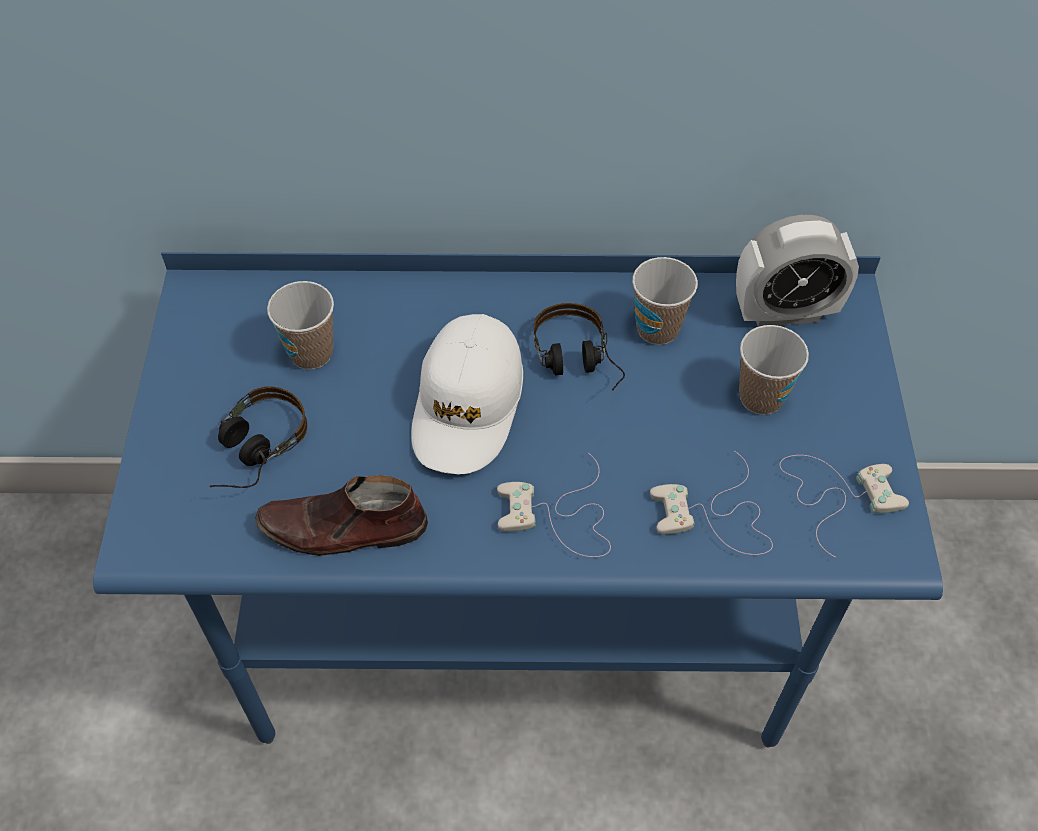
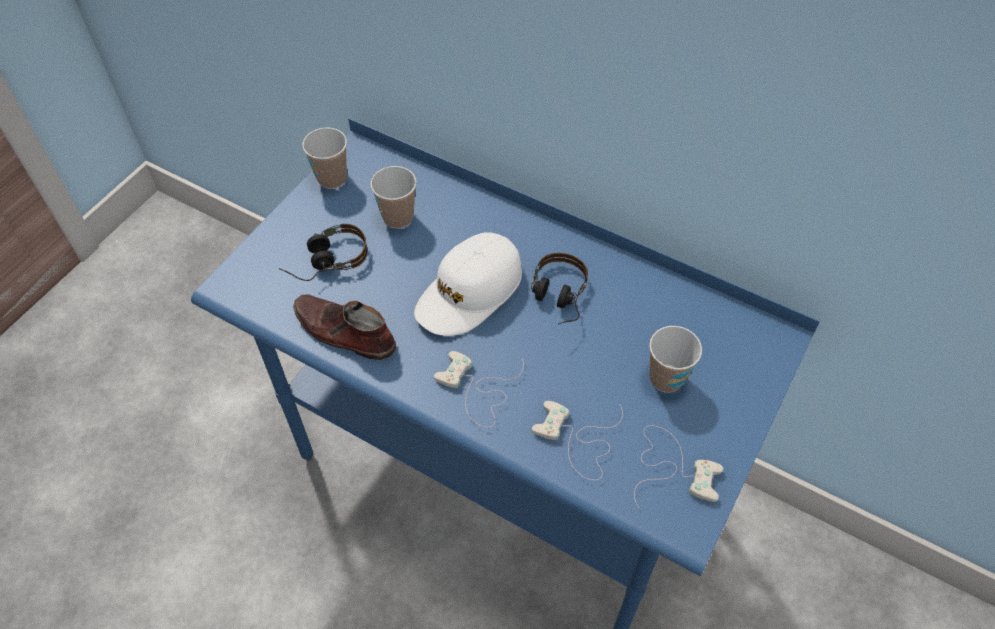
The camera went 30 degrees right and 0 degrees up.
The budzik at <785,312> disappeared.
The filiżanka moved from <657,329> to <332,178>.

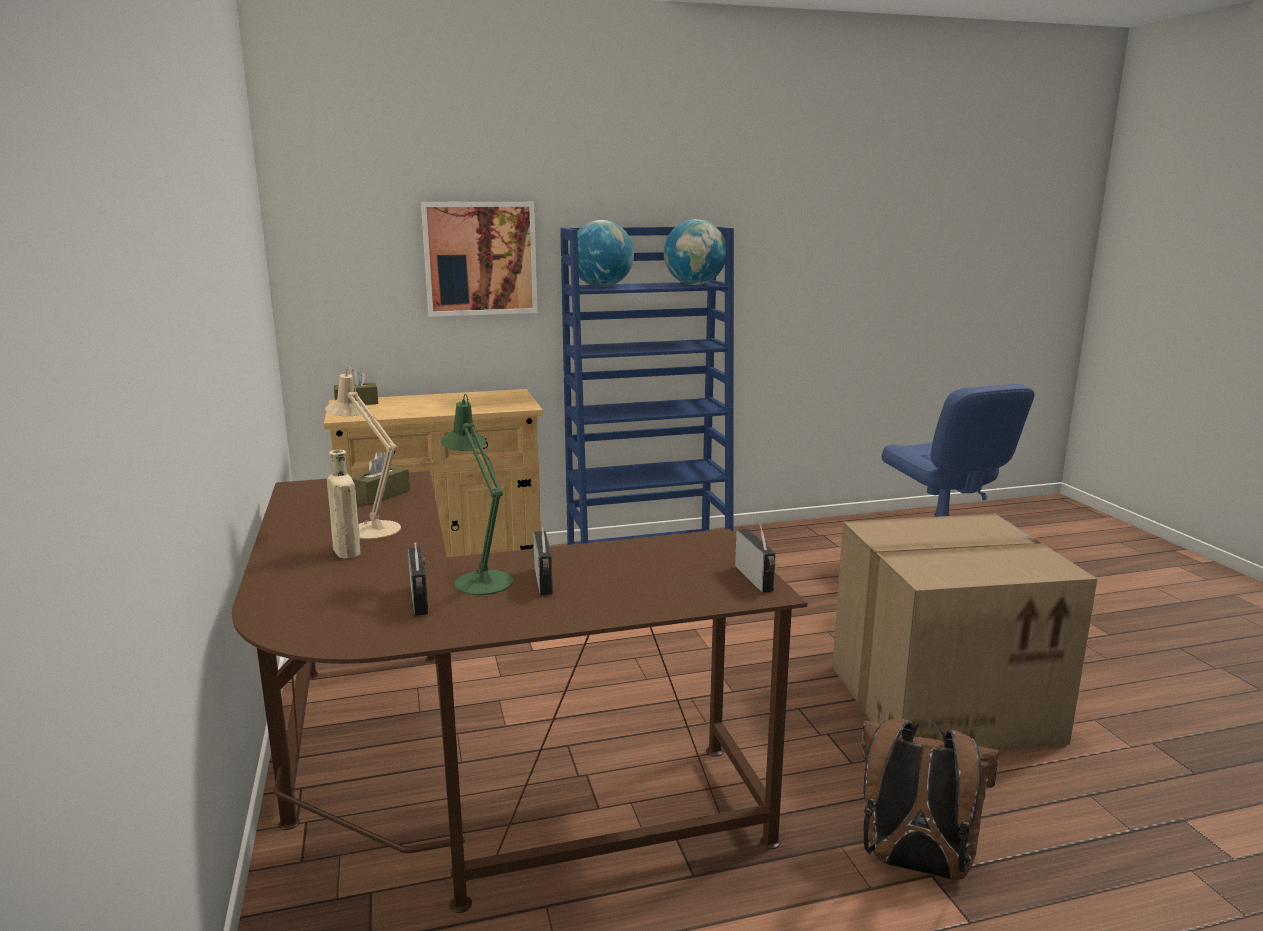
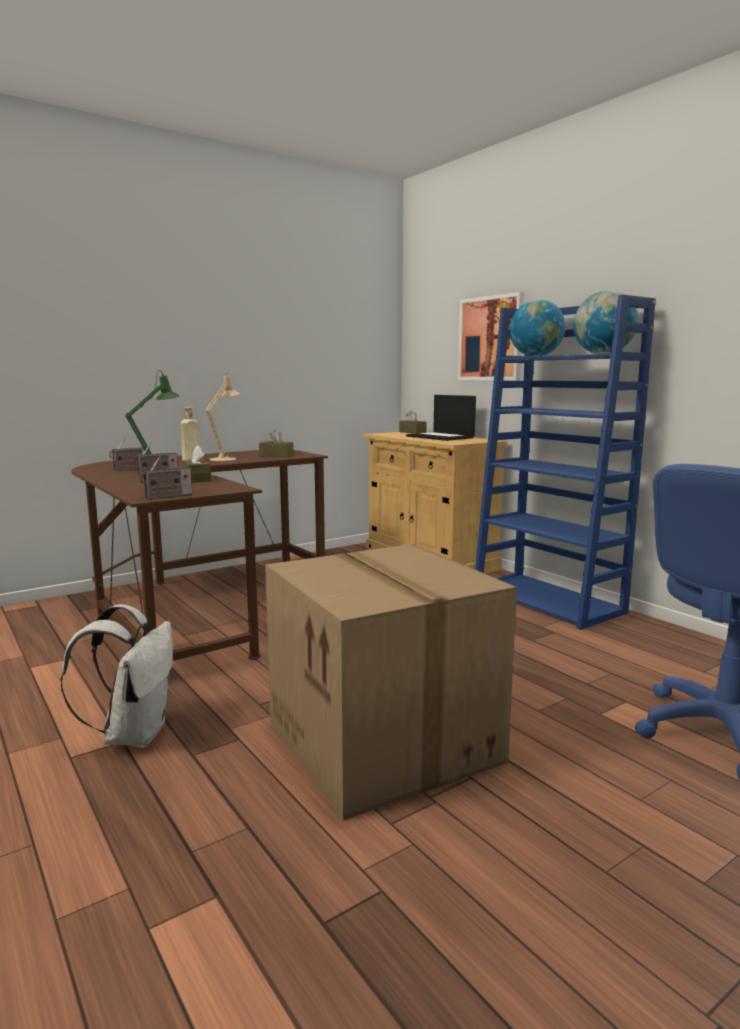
The camera went 70 degrees right and 5 degrees down.
The pudełko chusteczek/brązowy at <197,479> appeared.
The laptop at <441,437> appeared.
The plecak/brązowy at <914,864> became the plecak/biały at <134,734>.

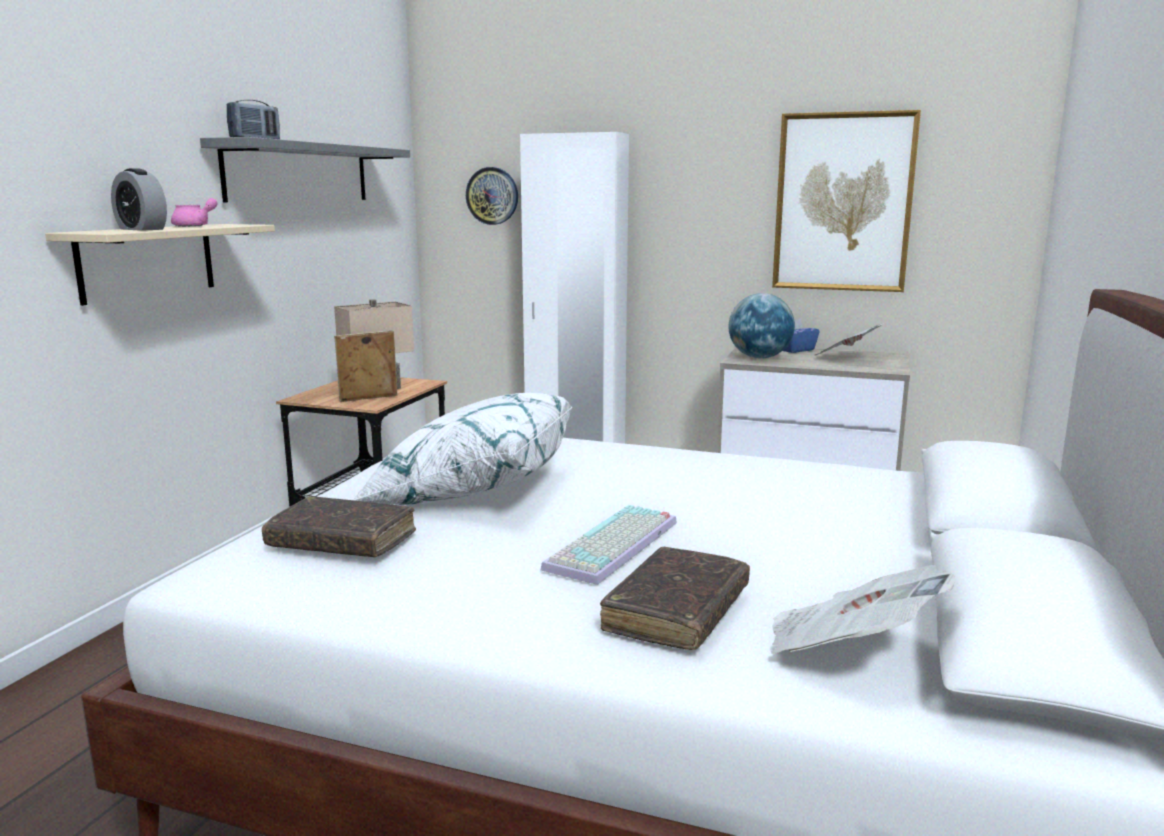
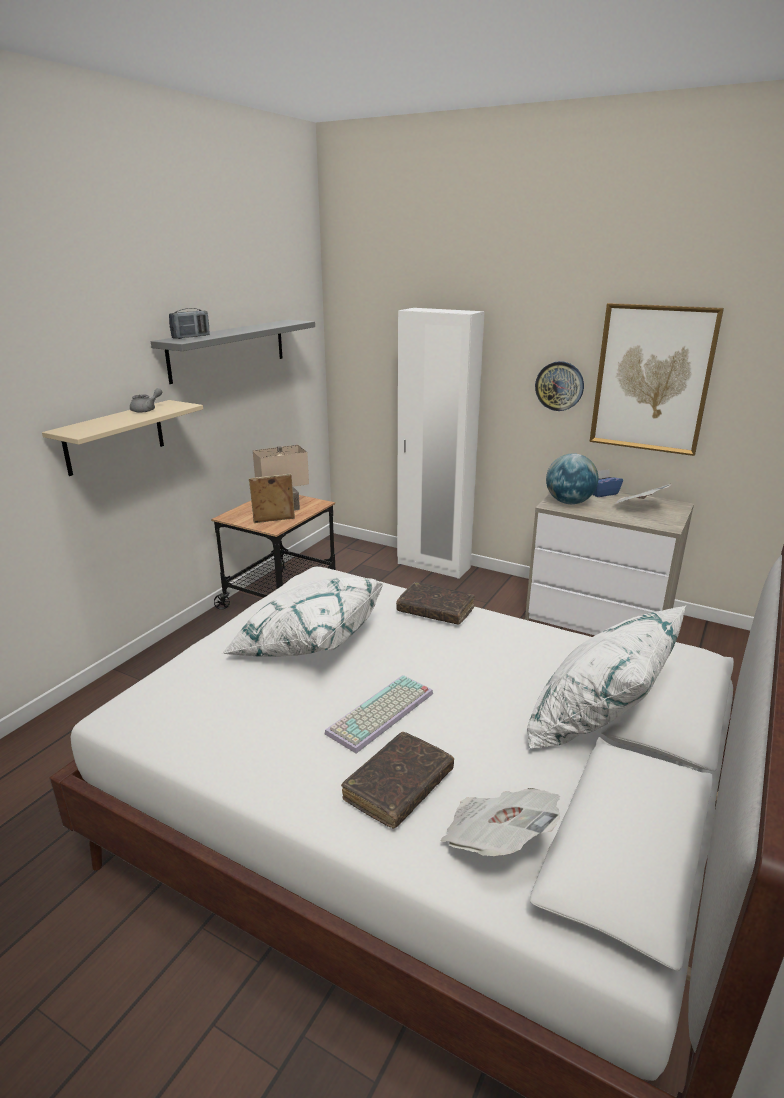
The camera went 10 degrees right and 10 degrees up.
The budzik at <142,229> disappeared.
The poduszka/biały at <596,724> appeared.
The książka/brązowy moved from <342,541> to <435,610>.
The zegar ścienny moved from <492,196> to <559,386>.
The imbryk/różowy at <196,226> became the imbryk/szary at <147,410>.

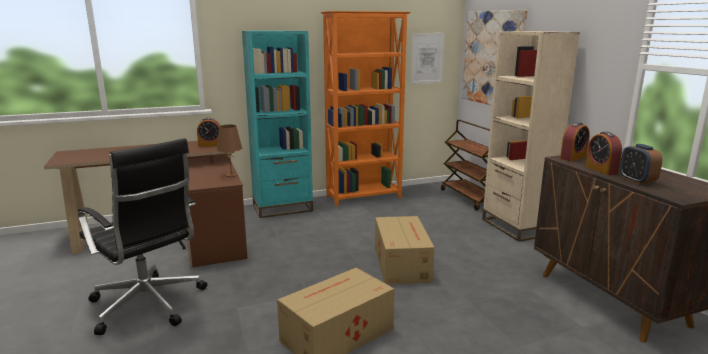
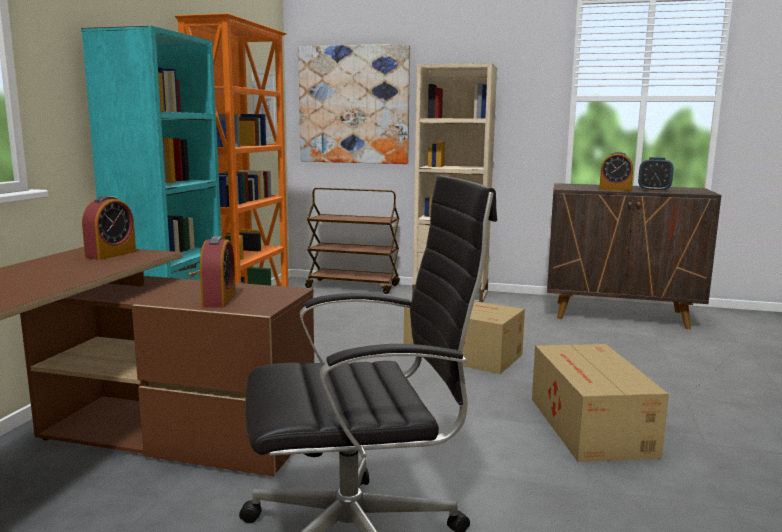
The camera went 55 degrees left and 5 degrees down.
The lampa stołowa/brązowy at <231,175> disappeared.
The budzik moved from <573,157> to <219,300>.

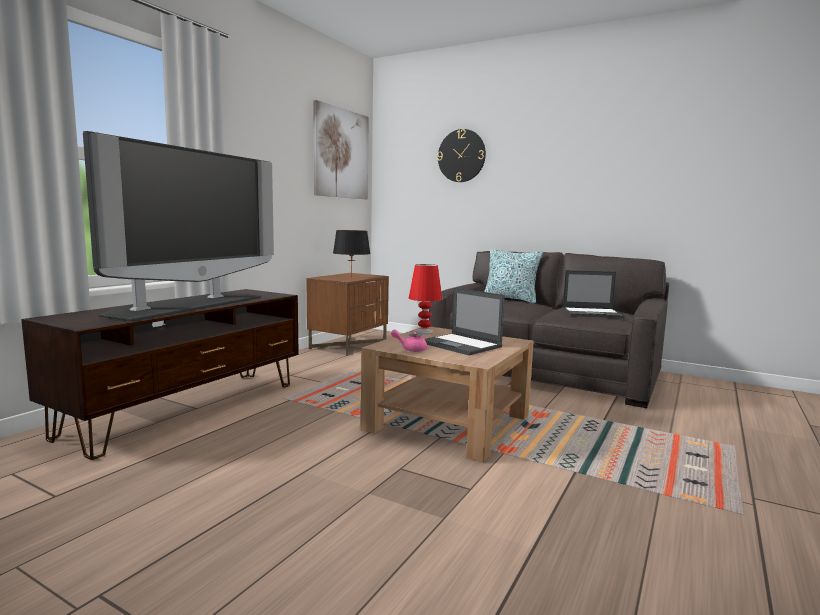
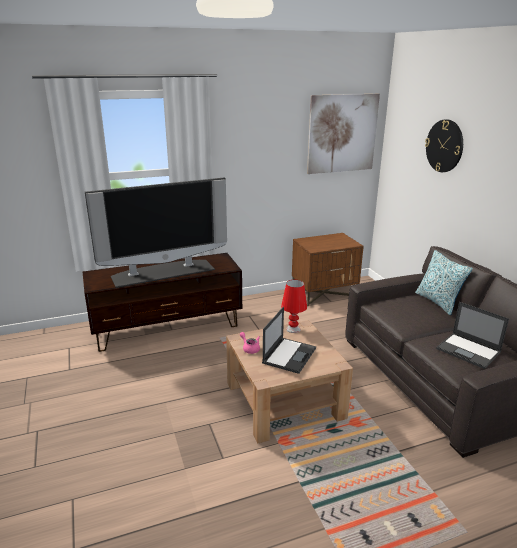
The camera went 40 degrees right and 15 degrees up.
The lampa stołowa/czarny at <351,278> disappeared.
The laptop at <461,345> turned 150 degrees counterclockwise.

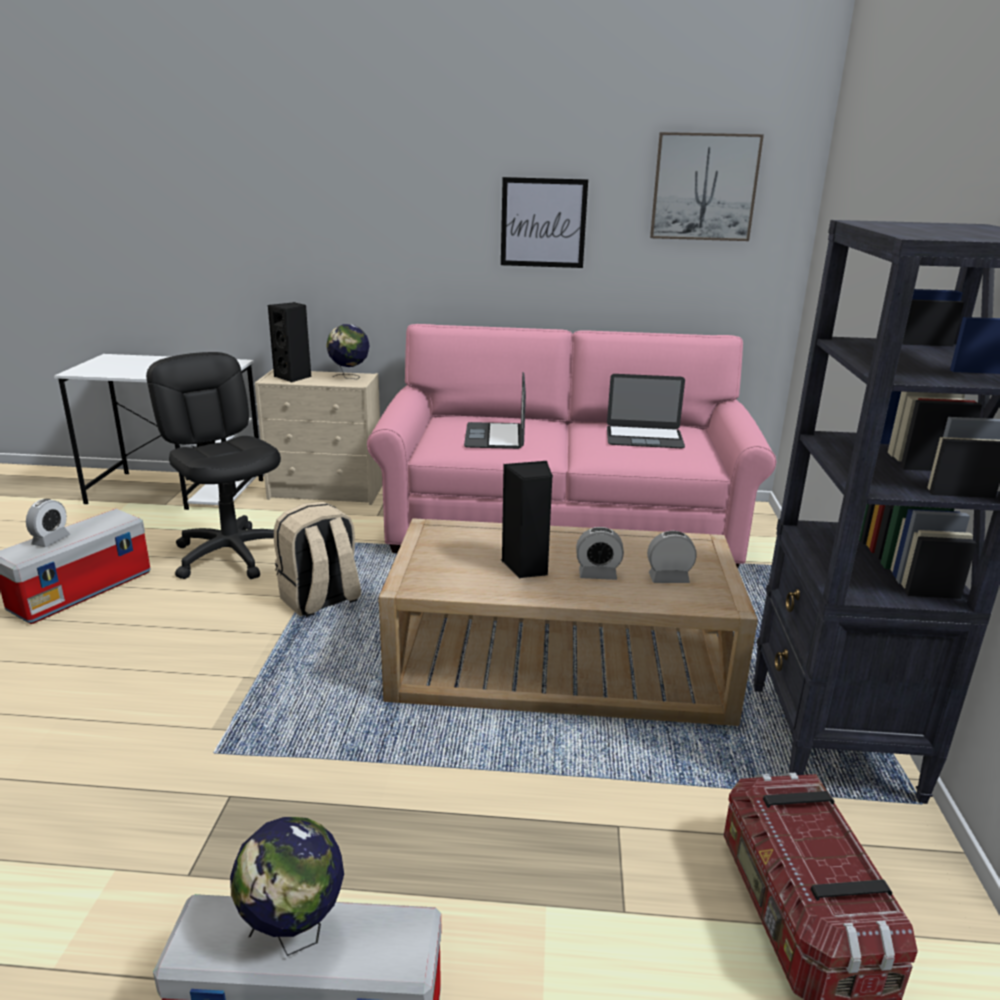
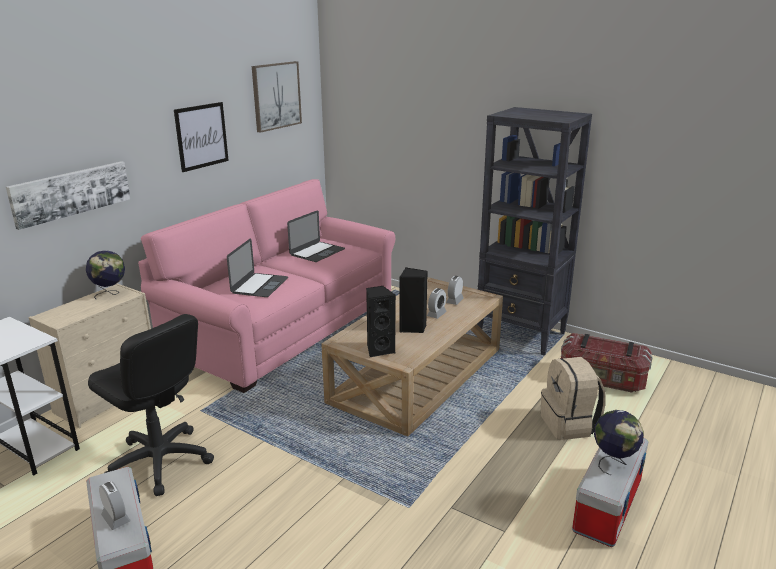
The camera went 60 degrees left and 0 degrees up.
The obraz at <71,193> appeared.
The głośnik/czarny moved from <294,377> to <379,349>.
The plecak/beżowy moved from <320,600> to <569,425>.
The krzesło biurowe/czarny at <232,554> turned 135 degrees counterclockwise.
The laptop at <495,436> turned 105 degrees counterclockwise.

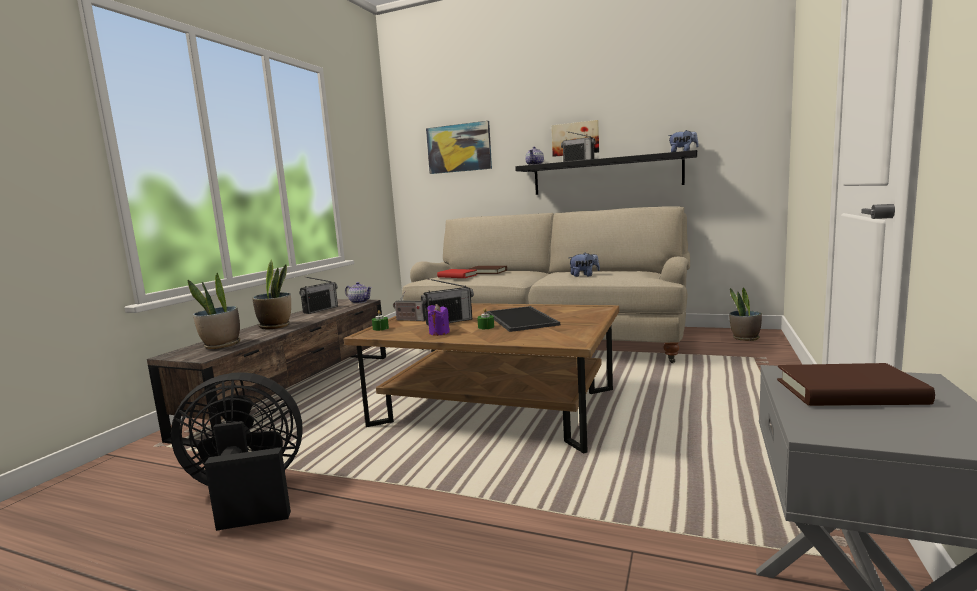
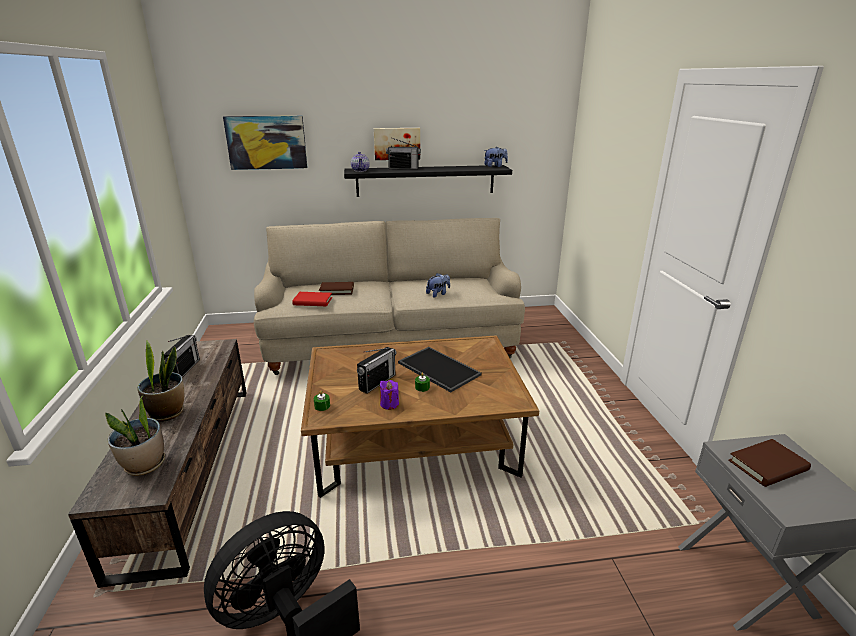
The camera went 30 degrees left and 15 degrees up.
The imbryk at <359,302> disappeared.
The radio at <409,320> disappeared.
The roślina doniczkowa at <745,338> disappeared.

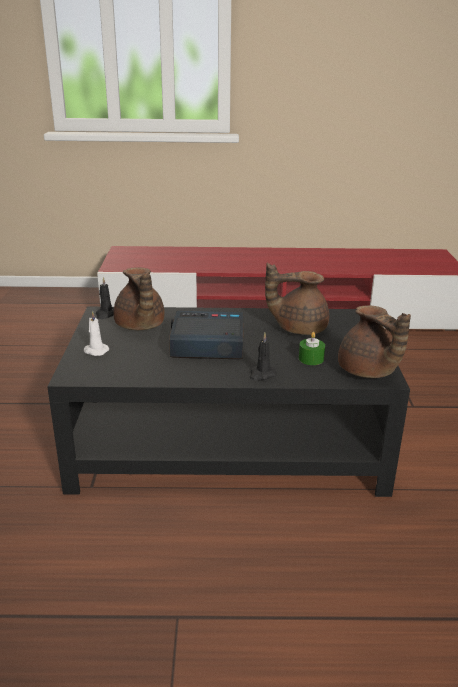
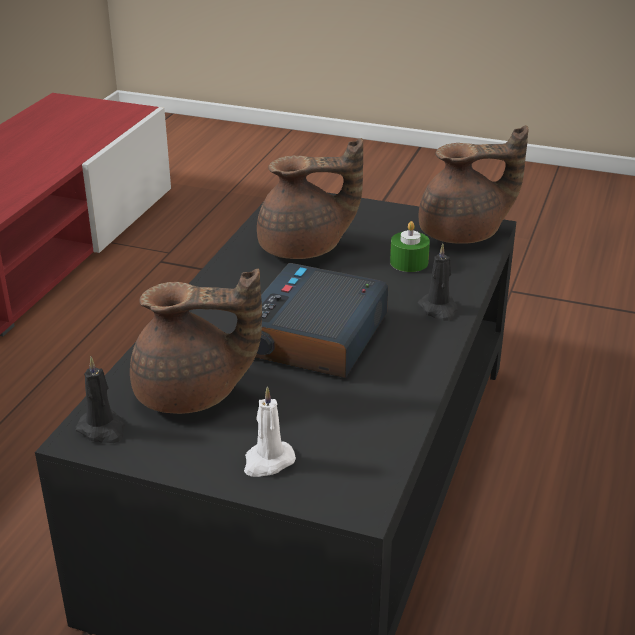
The camera went 70 degrees left and 5 degrees up.
The imbryk/brązowy at <298,328> turned 120 degrees counterclockwise.

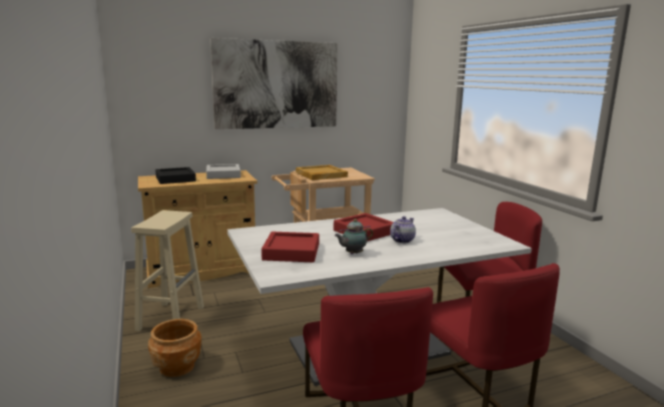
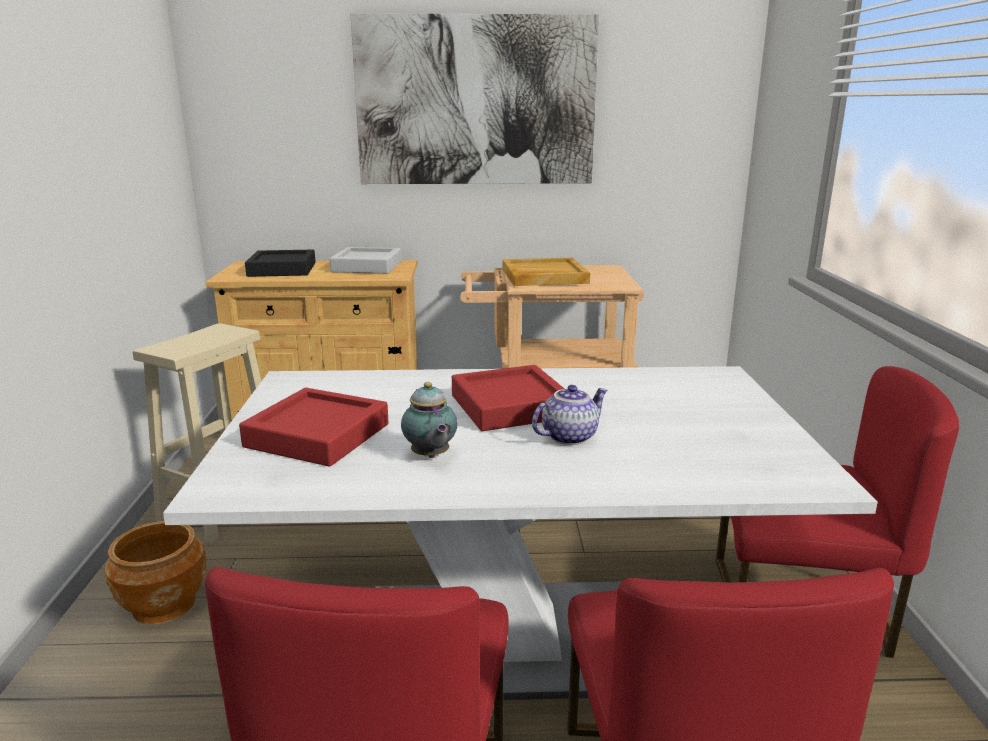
The camera went 20 degrees right and 5 degrees up.
The imbryk at <352,253> turned 105 degrees counterclockwise.

